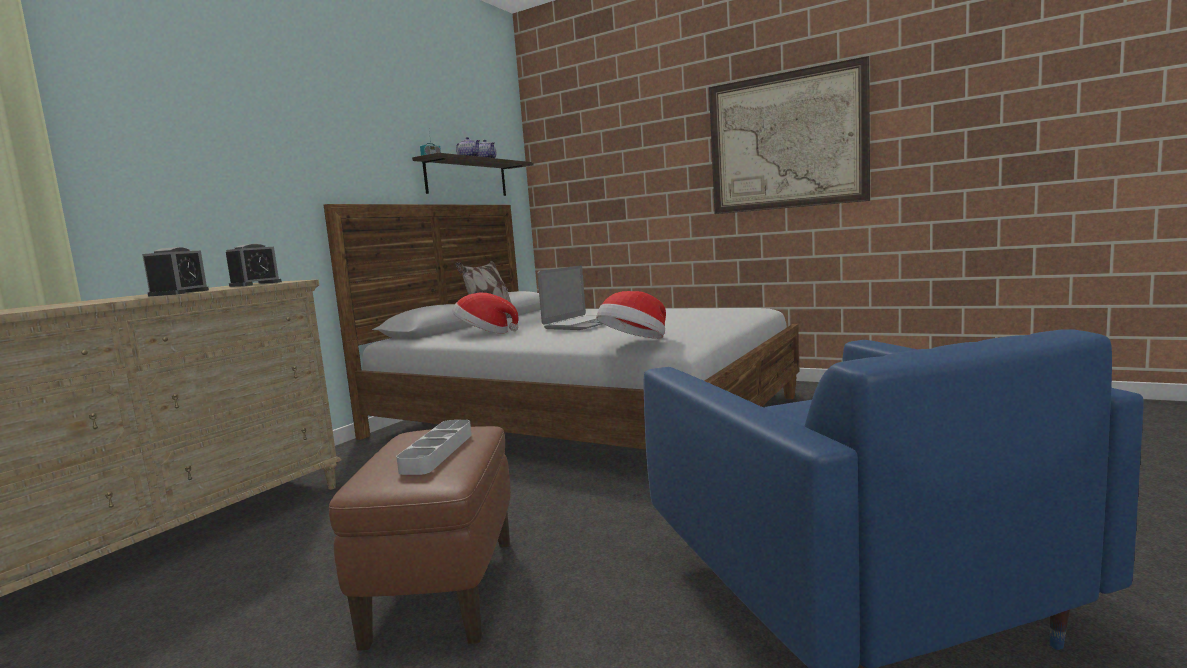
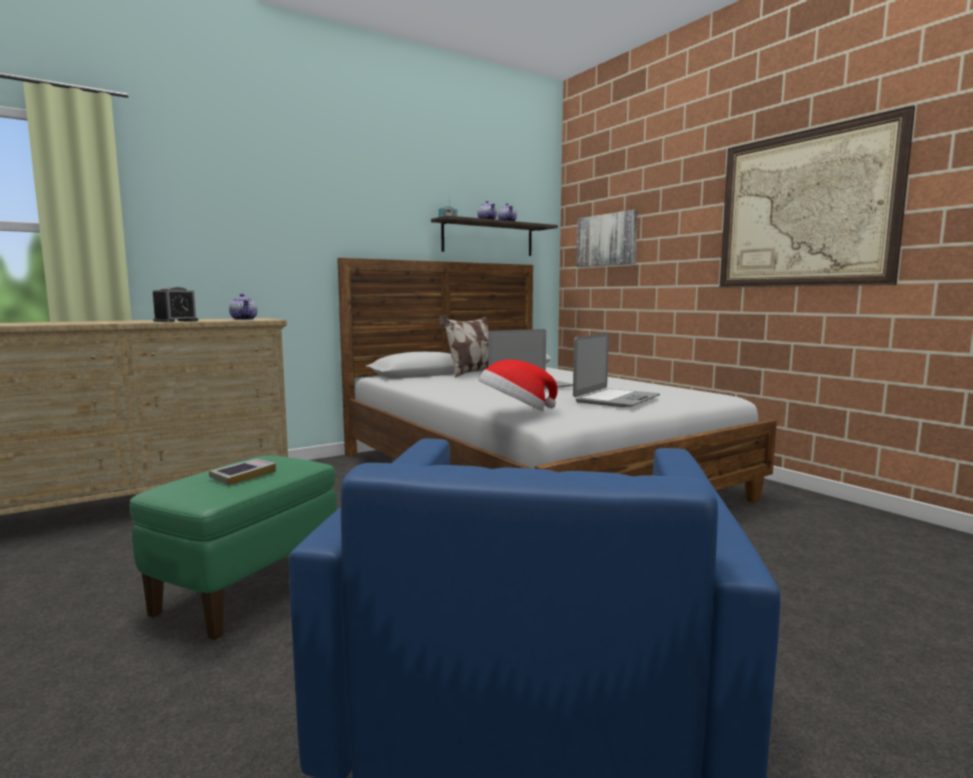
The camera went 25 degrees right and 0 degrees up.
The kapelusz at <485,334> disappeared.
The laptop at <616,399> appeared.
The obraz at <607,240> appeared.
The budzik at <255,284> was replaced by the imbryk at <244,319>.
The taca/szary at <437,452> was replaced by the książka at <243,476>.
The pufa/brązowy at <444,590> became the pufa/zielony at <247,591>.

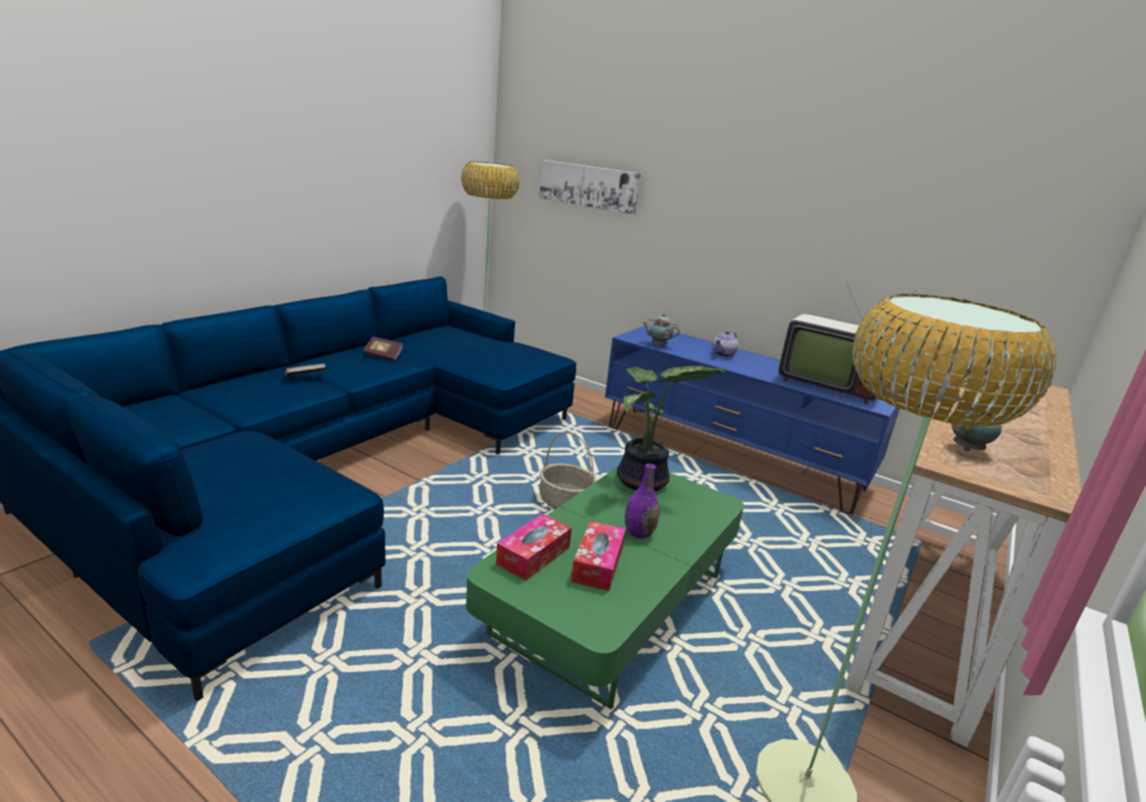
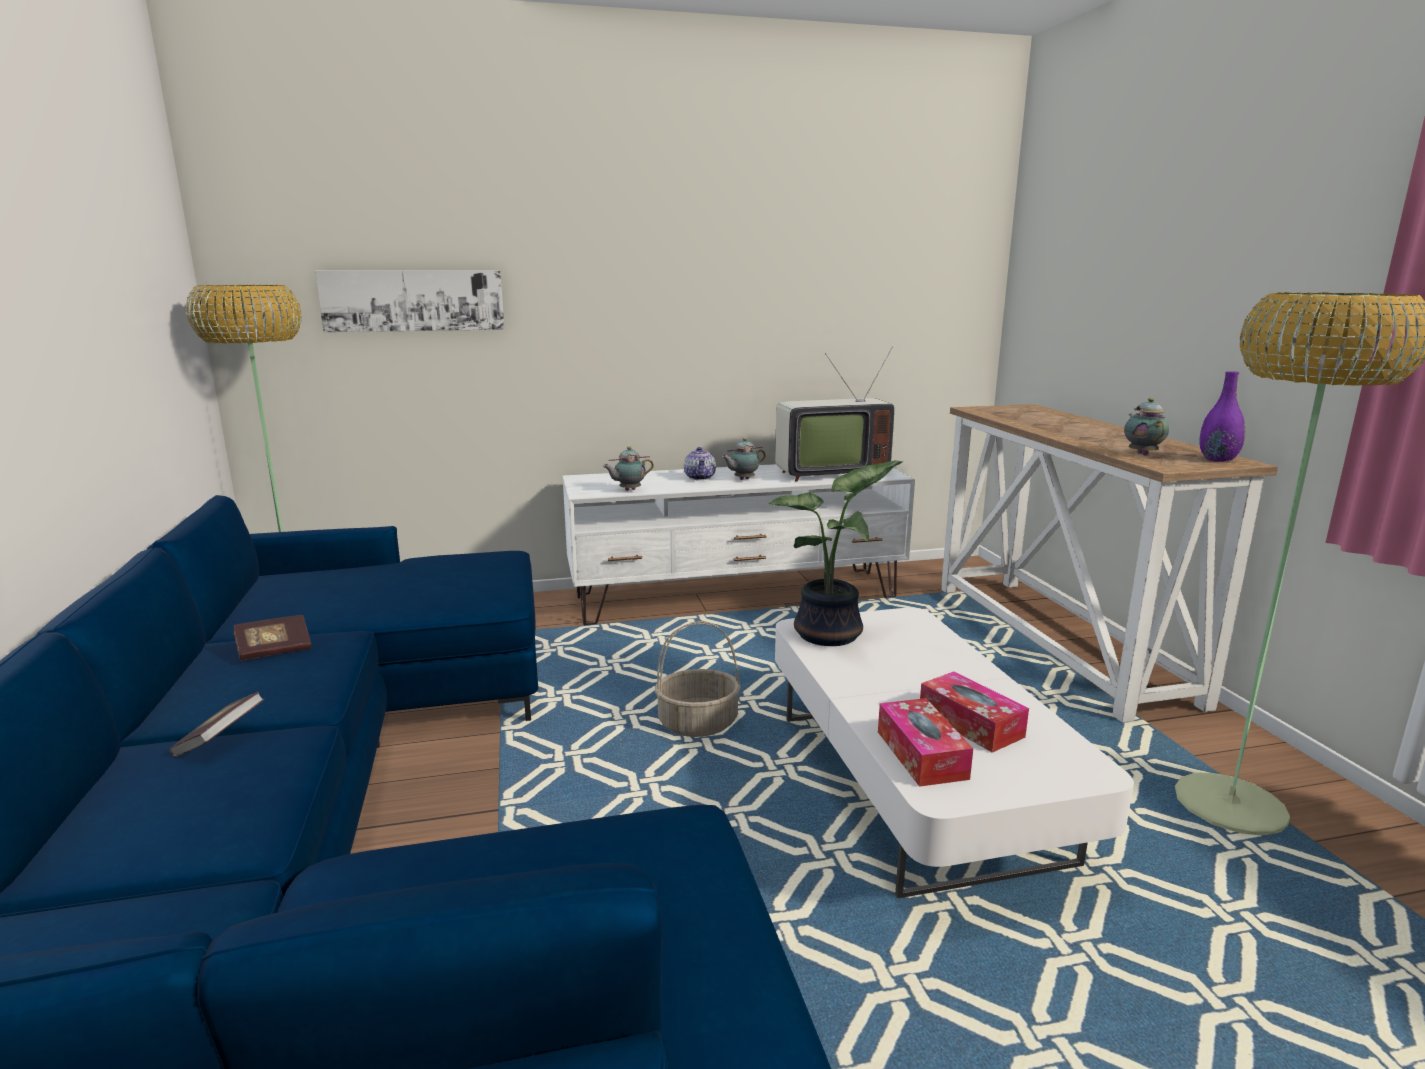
The camera went 45 degrees left and 5 degrees down.
The imbryk at <742,479> appeared.
The wazon/fioletowy moved from <639,533> to <1217,459>.
The ława/zielony at <611,604> became the ława/biały at <914,783>.
The szafka pod telewizor/niebieski at <731,456> became the szafka pod telewizor/biały at <737,595>.

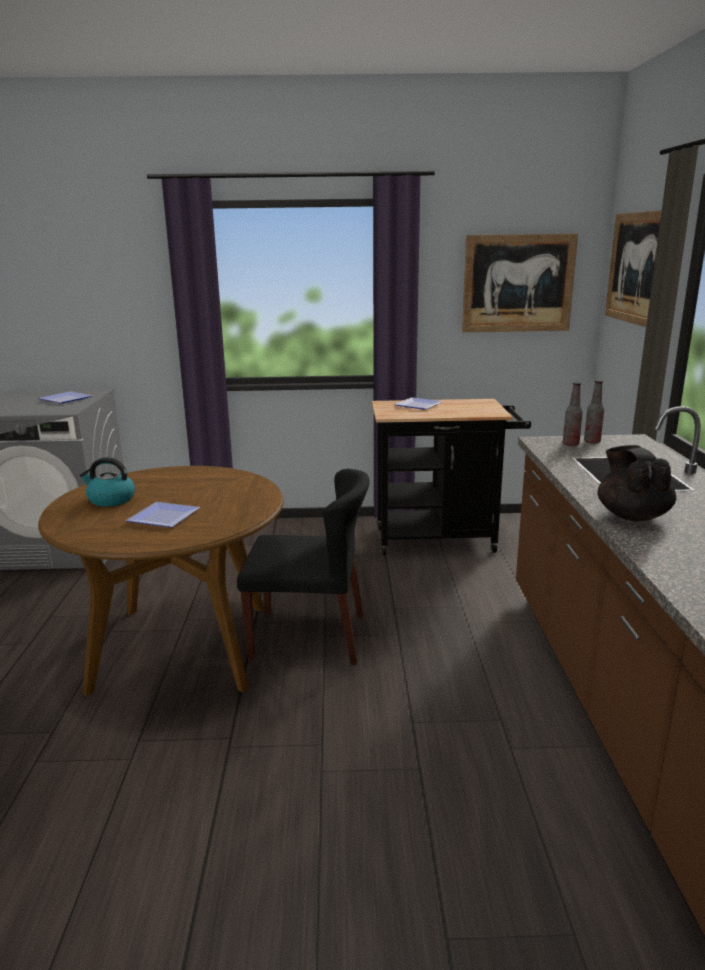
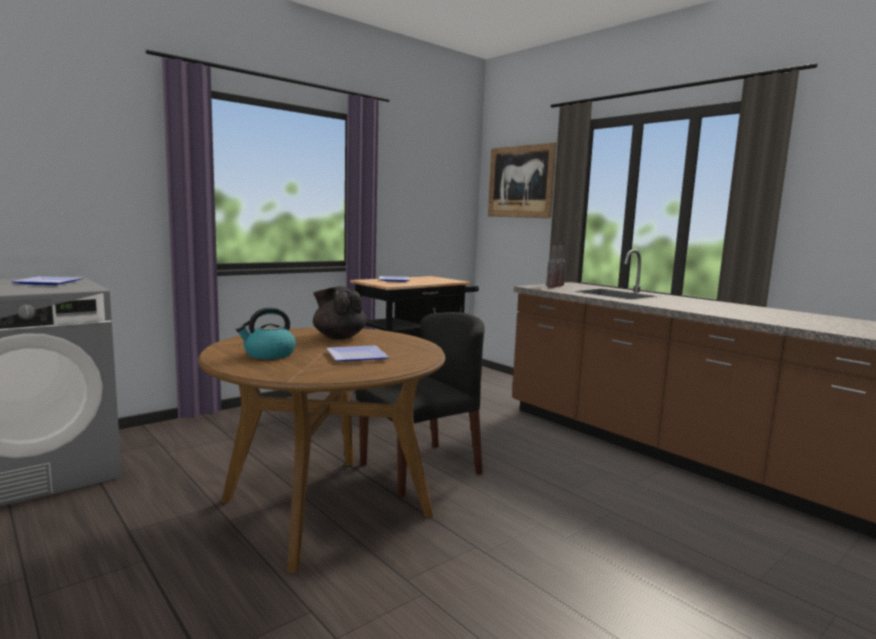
The camera went 40 degrees left and 10 degrees down.
The obraz at <518,283> disappeared.
The imbryk/czarny moved from <632,515> to <338,337>.

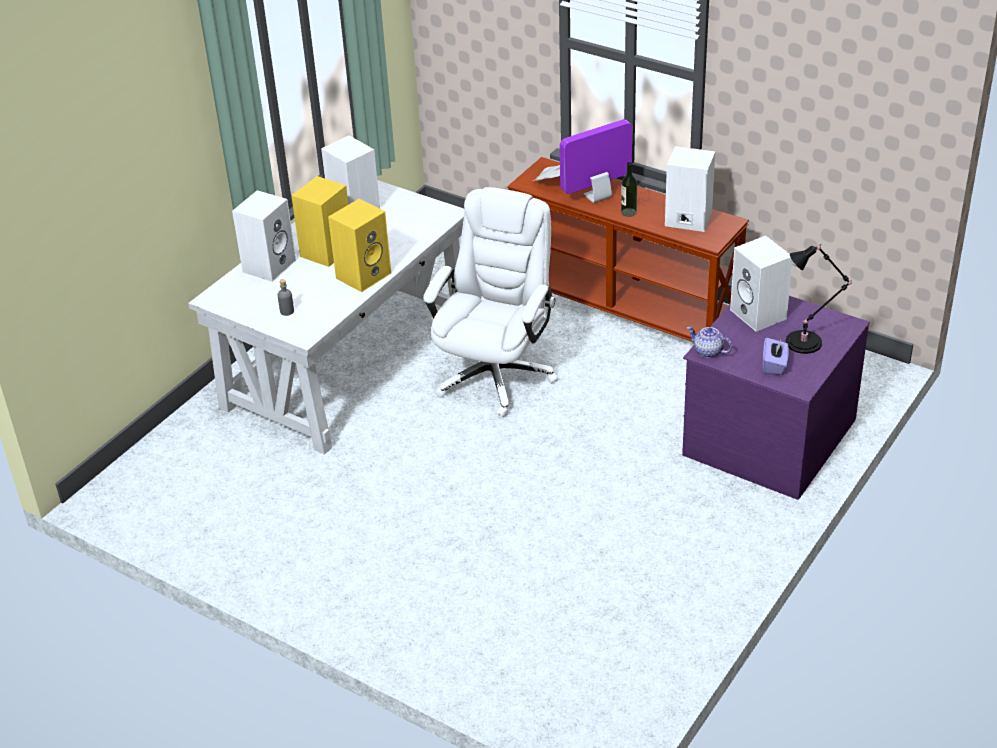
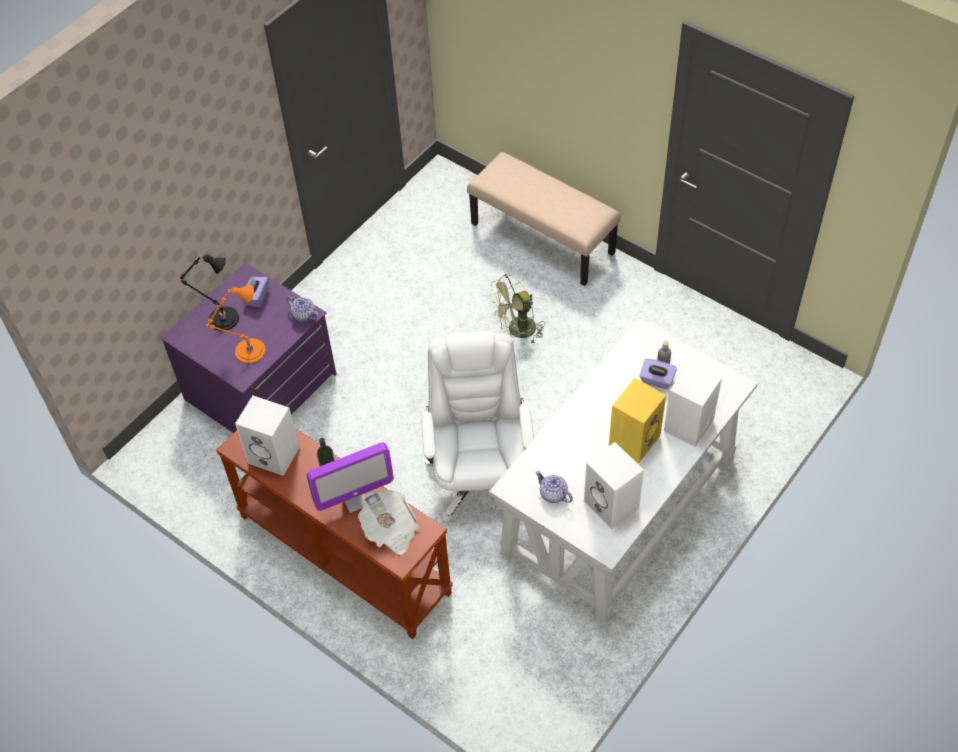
The camera went 175 degrees left and 15 degrees up.
The głośnik/żółty at <363,275> disappeared.
The ławka/beżowy at <543,238> appeared.
The wentylator/zielony at <517,331> appeared.
The imbryk at <553,494> appeared.
The pudełko chusteczek/fioletowy at <656,380> appeared.
The głośnik/biały at <760,314> was replaced by the lampa stołowa/pomarańczowy at <247,352>.
The krzesło biurowe/biały at <495,374> turned 150 degrees clockwise.

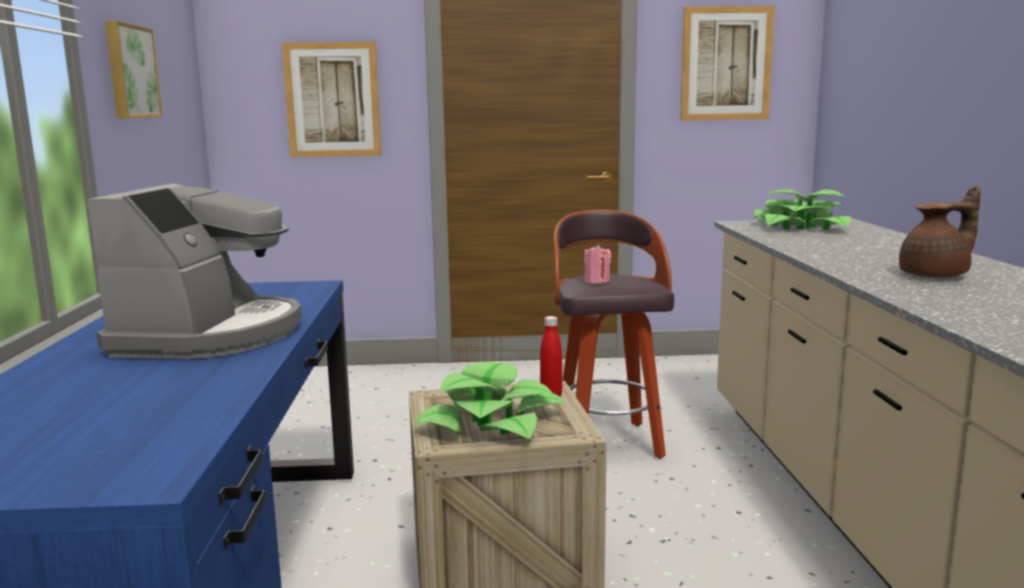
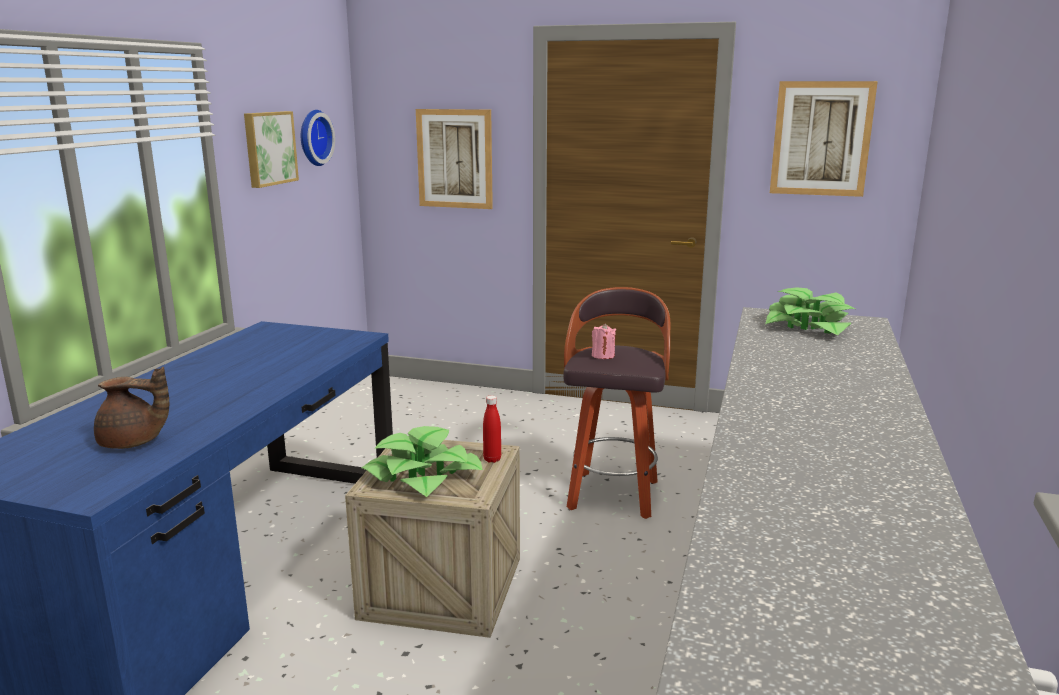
The camera went 20 degrees right and 5 degrees up.
The ekspres do kawy at <210,335> disappeared.
The zegar ścienny at <313,138> appeared.
The imbryk/brązowy moved from <936,275> to <133,443>.

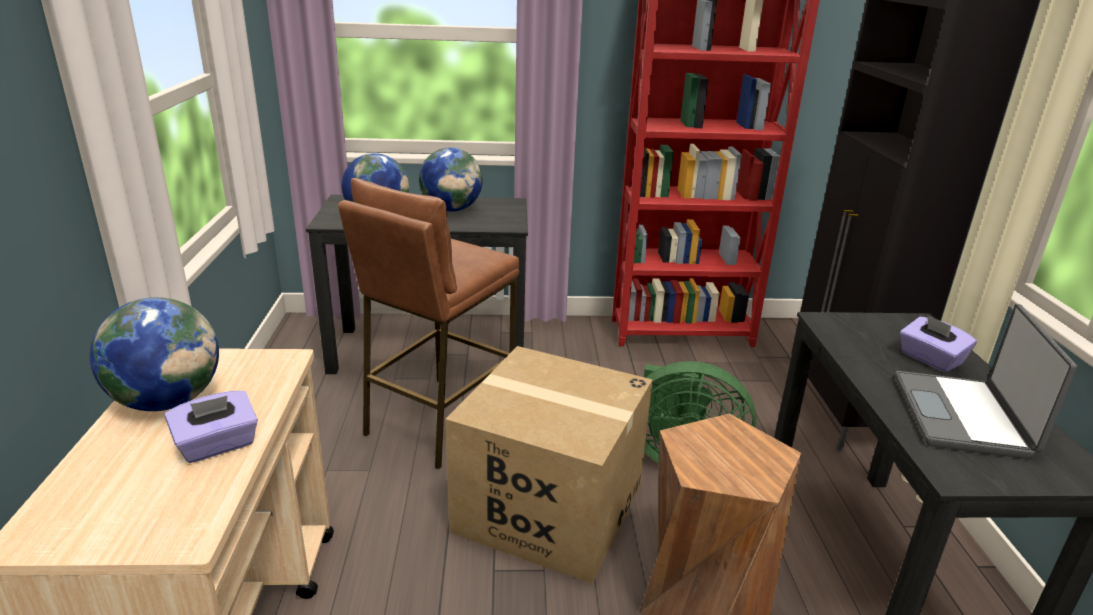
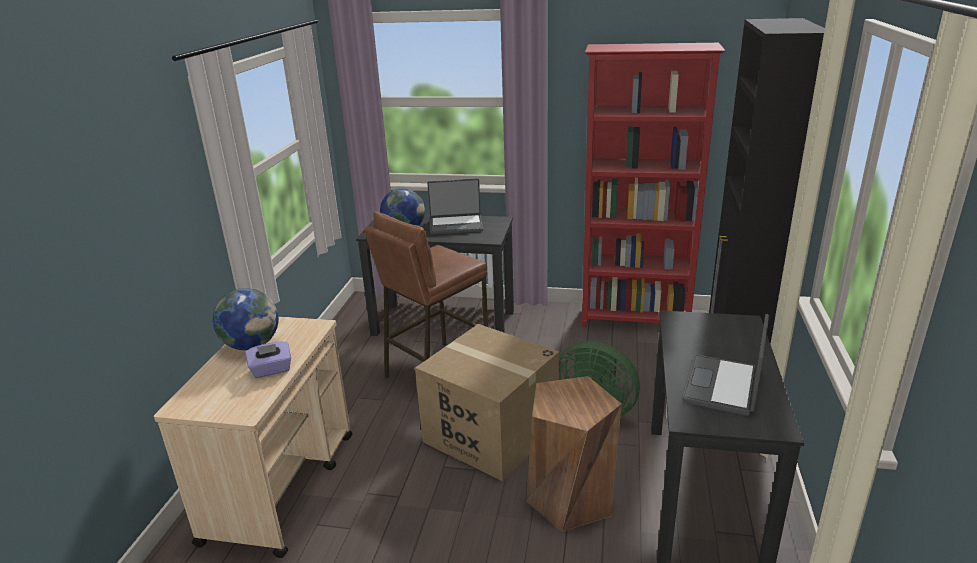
The camera went 15 degrees right and 0 degrees up.
The pudełko chusteczek/fioletowy at <930,359> disappeared.
The globus at <451,209> was replaced by the laptop at <456,225>.

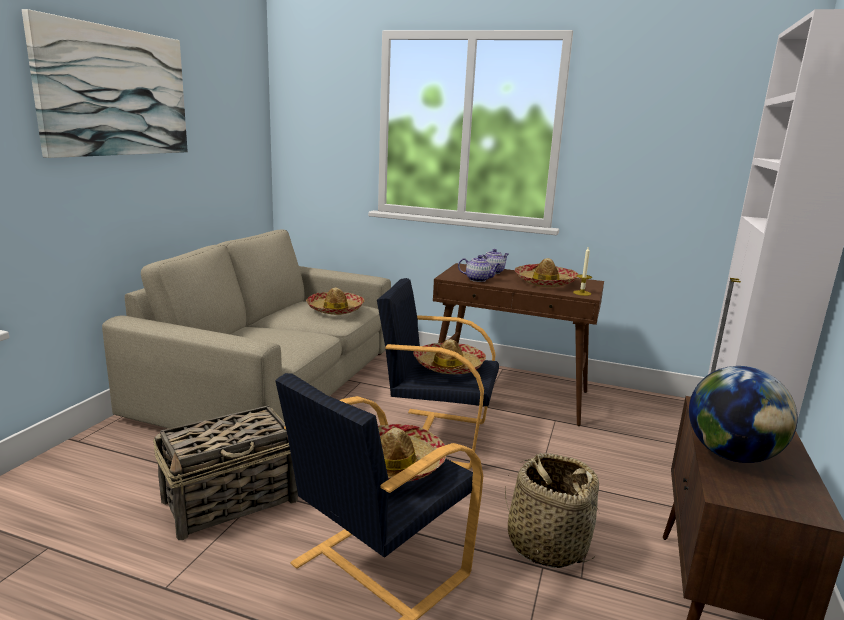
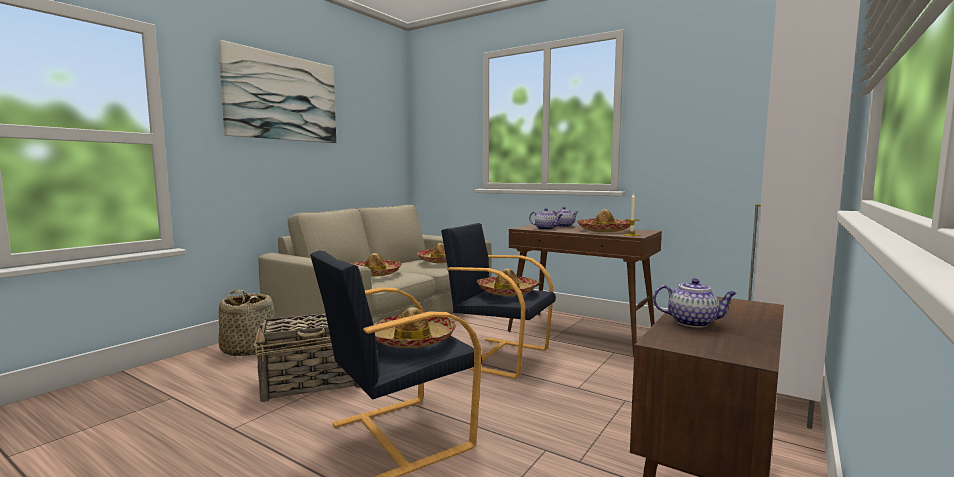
The camera went 15 degrees right and 10 degrees down.
The kapelusz at <374,273> appeared.
The koszyk moved from <547,544> to <248,349>.
The globus at <731,455> was replaced by the imbryk at <693,322>.

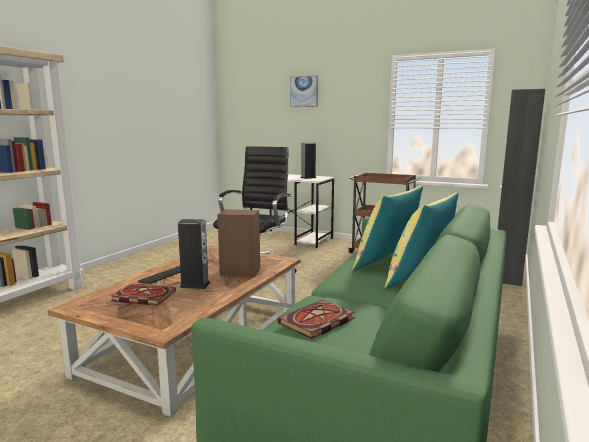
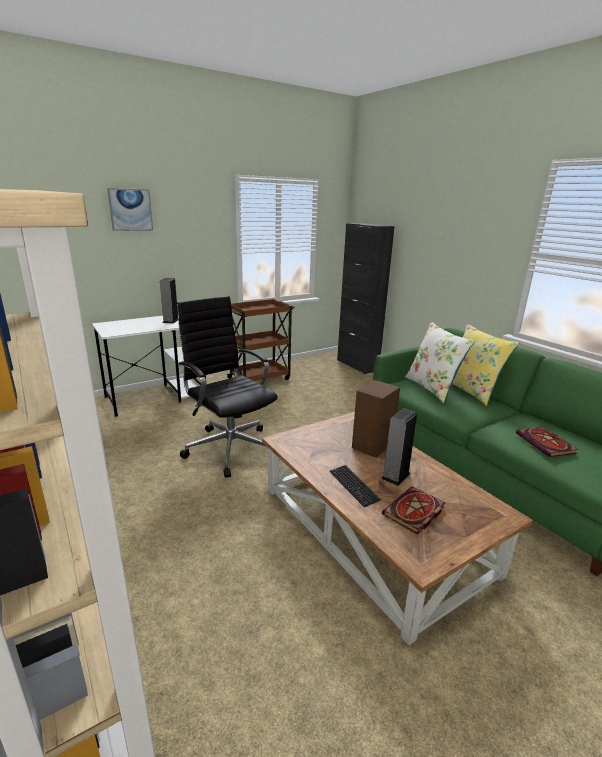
The camera went 60 degrees left and 10 degrees up.
The poduszka/żółty at <386,264> became the poduszka/biały at <432,388>.

